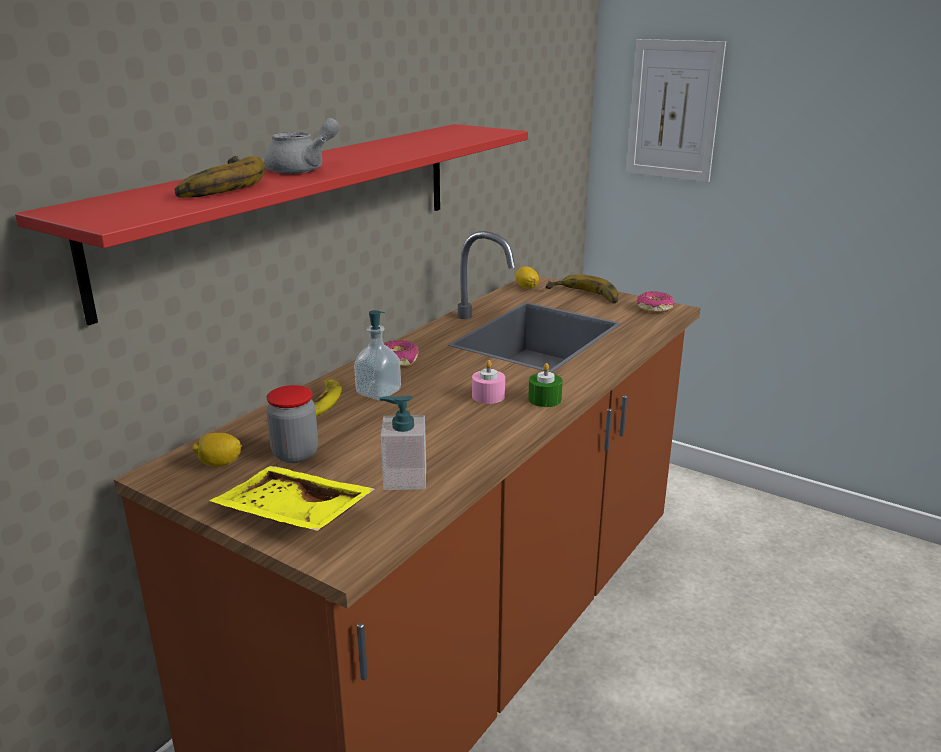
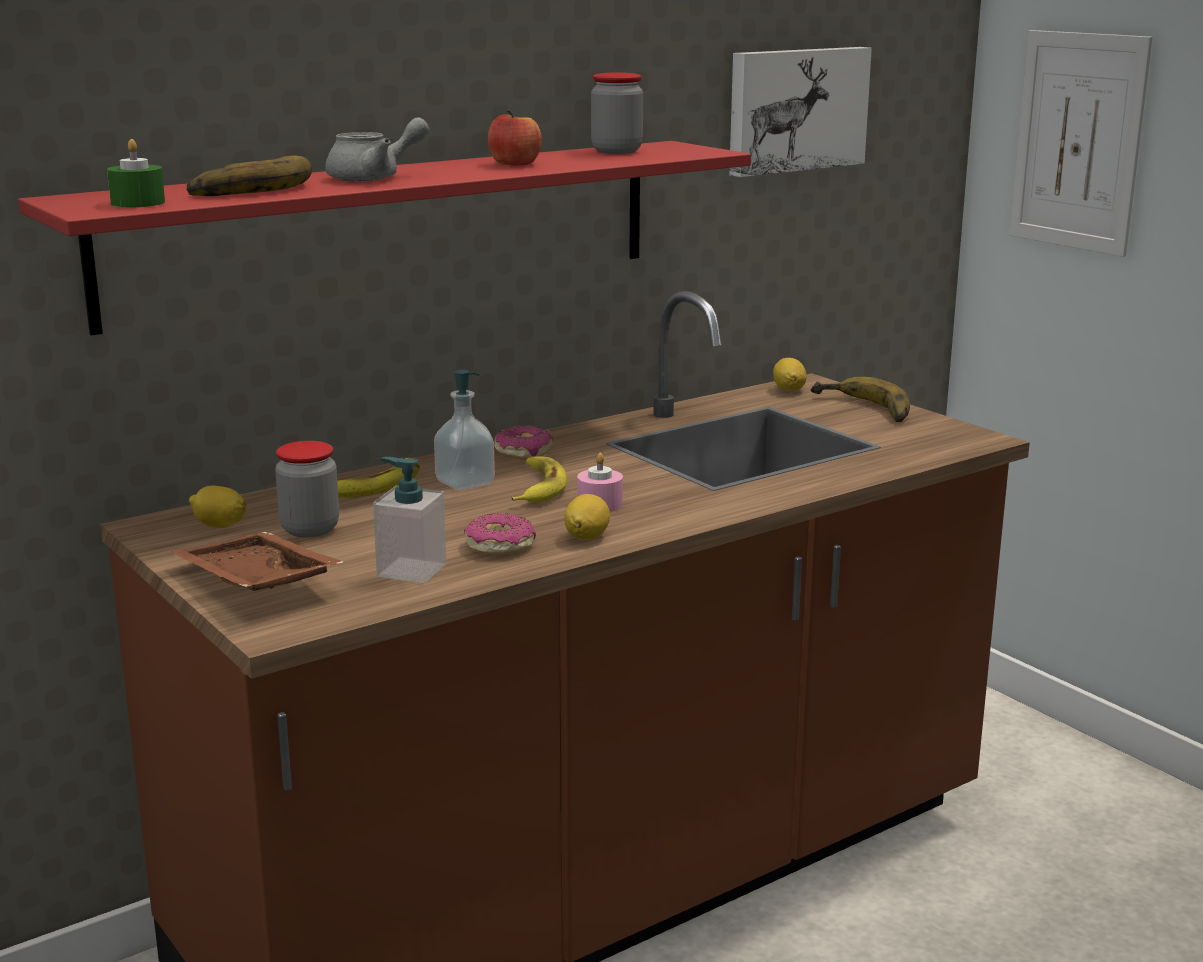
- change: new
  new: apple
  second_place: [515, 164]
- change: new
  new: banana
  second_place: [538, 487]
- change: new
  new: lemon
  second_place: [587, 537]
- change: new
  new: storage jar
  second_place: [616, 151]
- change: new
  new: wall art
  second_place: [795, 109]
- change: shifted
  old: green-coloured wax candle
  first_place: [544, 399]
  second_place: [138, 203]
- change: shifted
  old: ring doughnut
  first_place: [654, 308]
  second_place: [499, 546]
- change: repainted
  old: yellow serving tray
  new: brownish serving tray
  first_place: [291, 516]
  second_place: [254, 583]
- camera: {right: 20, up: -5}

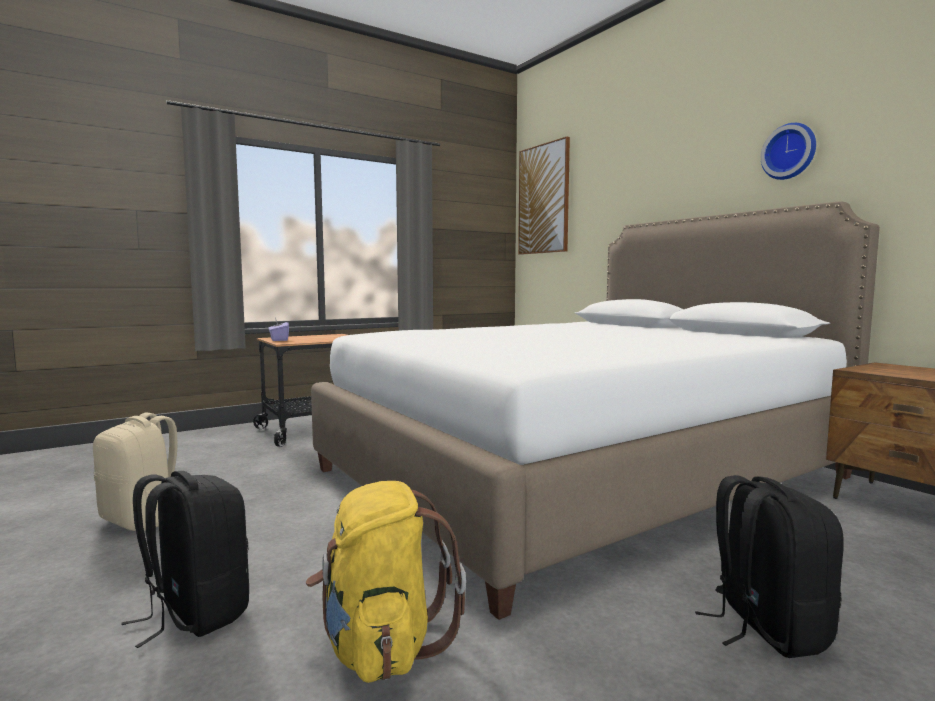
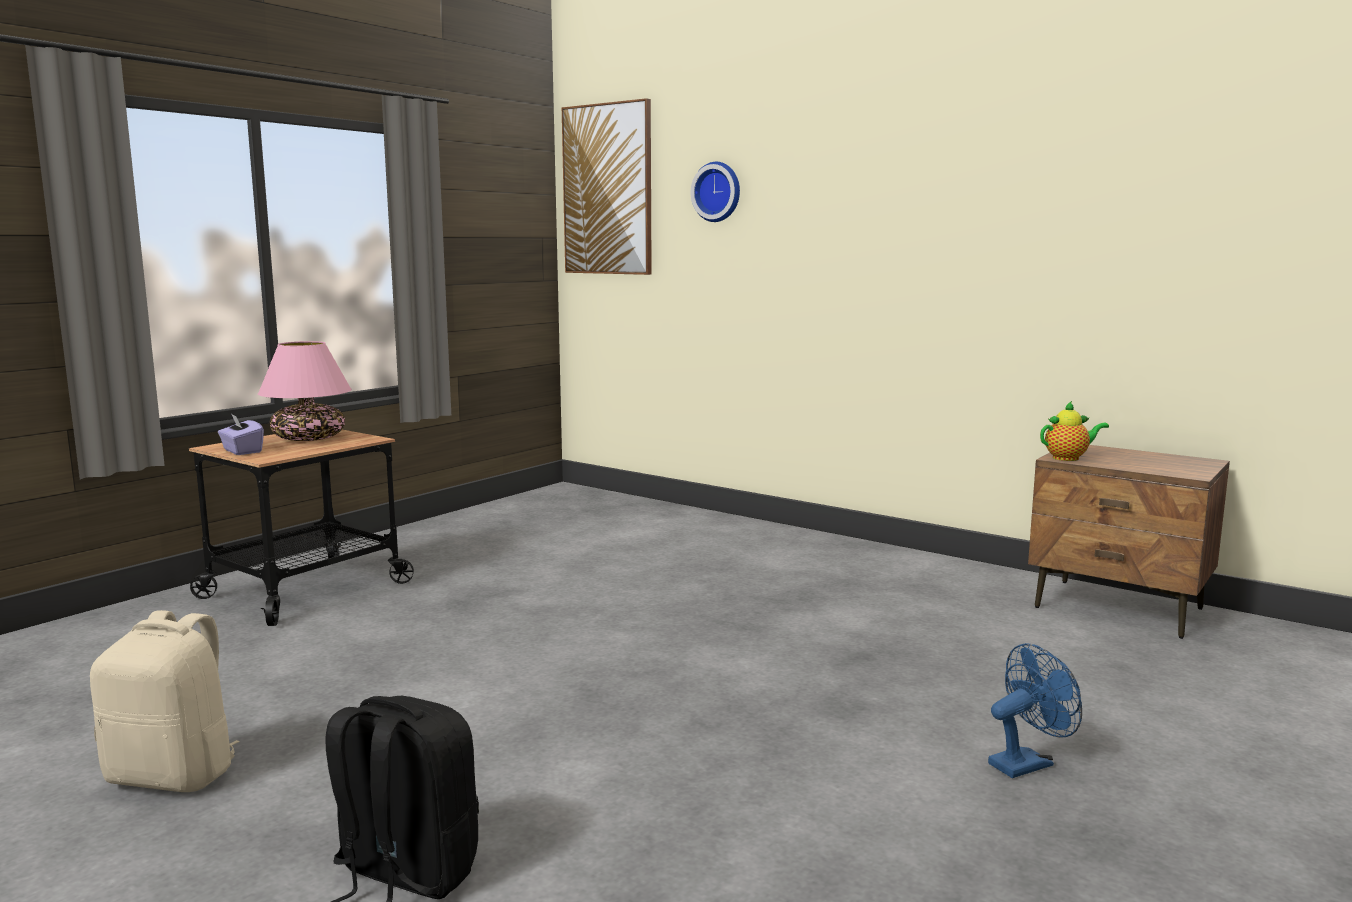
- change: gone
  old: yellow rucksack
  first_place: [381, 646]
- change: gone
  old: whitish bedroom bed
  first_place: [580, 473]
- change: new
  new: pink tabletop lamp
  second_place: [308, 438]
- change: new
  new: teapot
  second_place: [1068, 458]
- change: shifted
  old: hanging clock
  first_place: [790, 152]
  second_place: [718, 192]
- change: swapped
  old: black rucksack
  new: blue-coloured electric fan
  first_place: [765, 628]
  second_place: [1027, 763]
- camera: {right: -20, up: 5}

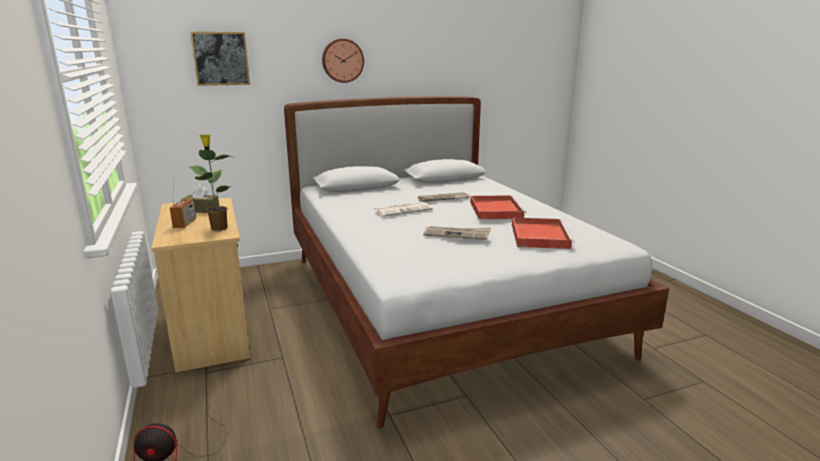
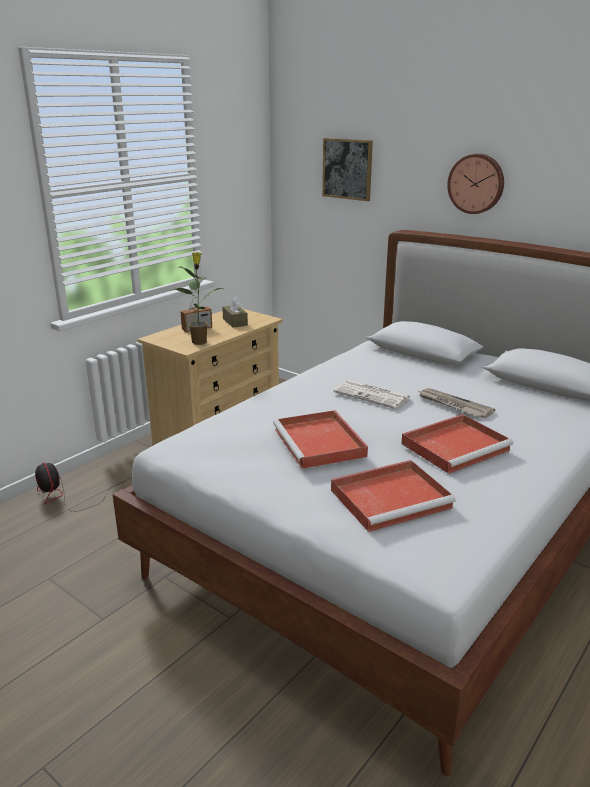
- change: swapped
  old: newspaper
  new: red serving tray
  first_place: [457, 234]
  second_place: [320, 443]
- camera: {right: 60, up: 5}

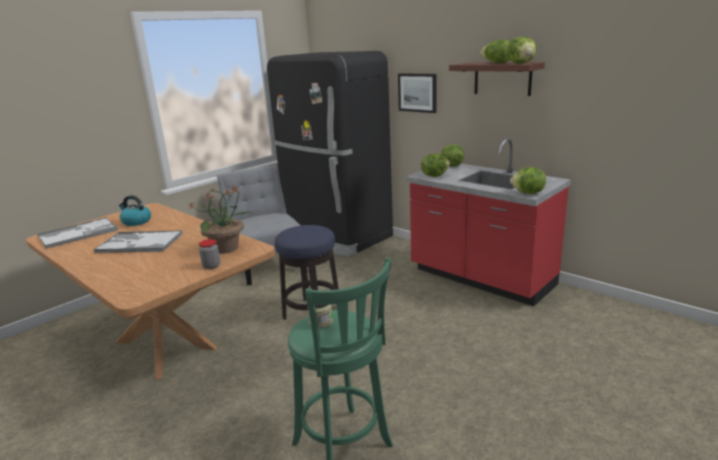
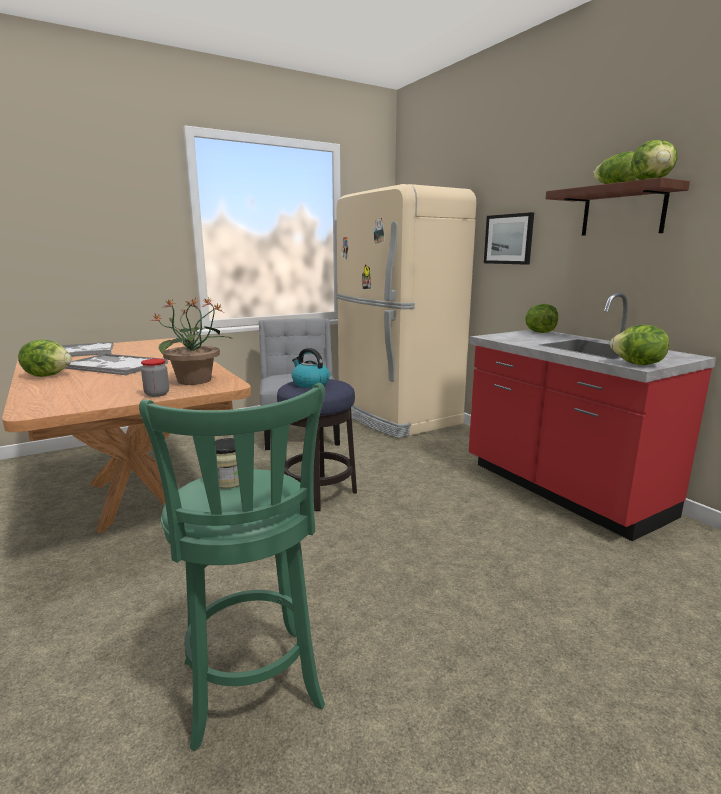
- change: shifted
  old: water kettle
  first_place: [136, 222]
  second_place: [310, 383]
- change: shifted
  old: lettuce head
  first_place: [434, 176]
  second_place: [48, 375]
- change: repainted
  old: black fridge
  new: sand-coloured fridge
  first_place: [336, 236]
  second_place: [394, 415]
- camera: {right: 15, up: -5}

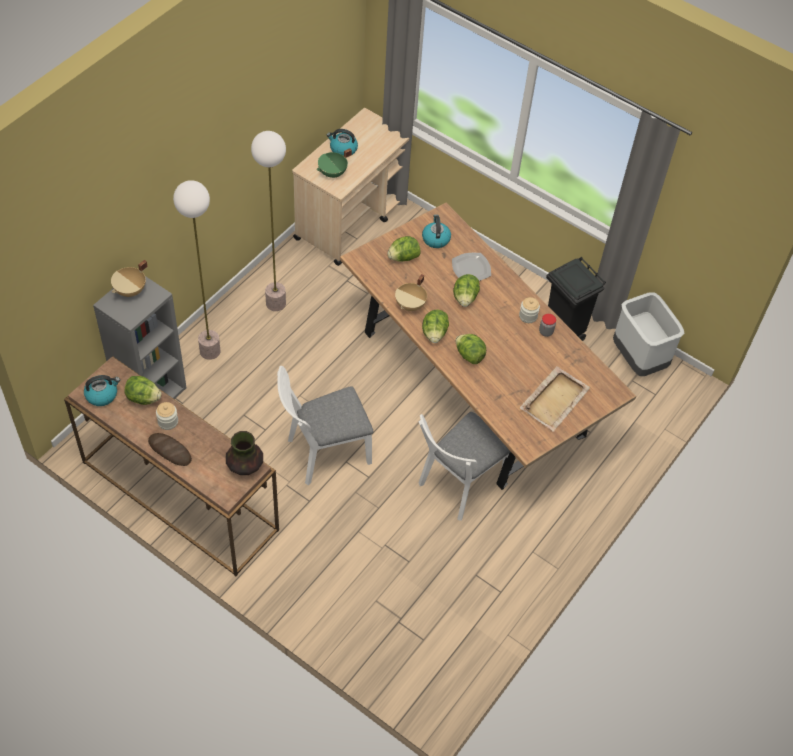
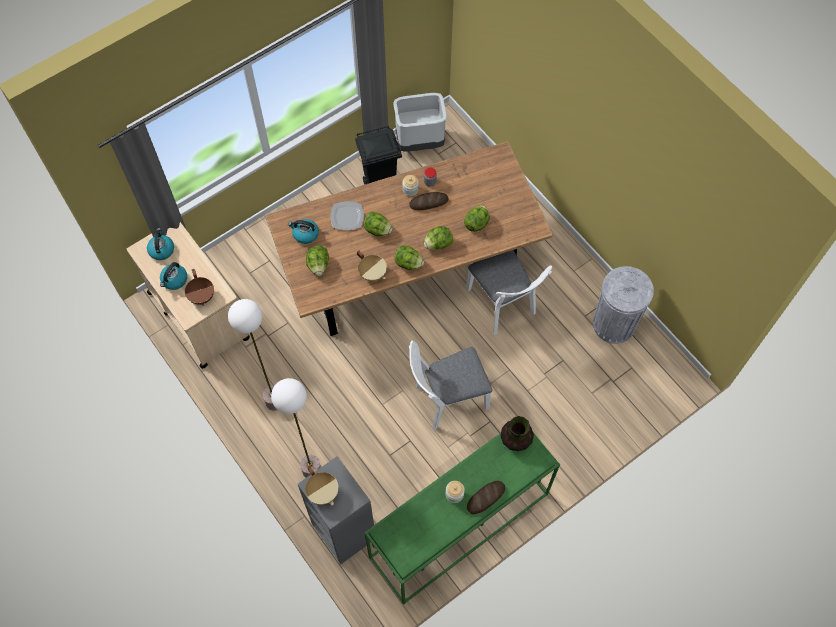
- change: gone
  old: sand-coloured serving tray
  first_place: [555, 399]
- change: new
  new: bakery bread
  second_place: [428, 202]
- change: new
  new: gray rubbish bin
  second_place: [614, 324]
- change: shifted
  old: water kettle
  first_place: [102, 395]
  second_place: [161, 250]
- change: shifted
  old: lettuce head
  first_place: [143, 398]
  second_place: [477, 223]
- change: repainted
  old: brownish narrow table
  new: green-coloured narrow table
  first_place: [177, 496]
  second_place: [459, 527]
- change: repainted
  old: green-coloured cooking pot
  new: brownish cooking pot
  first_place: [333, 173]
  second_place: [202, 296]
- change: rotated
  old: whitish plain chair
  first_place: [323, 453]
  second_place: [446, 399]
  degrees: 75
- camera: {right: -70, up: 10}

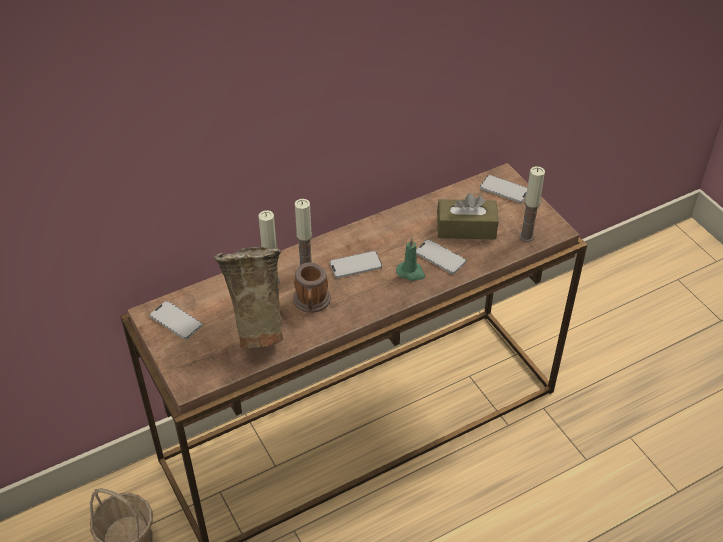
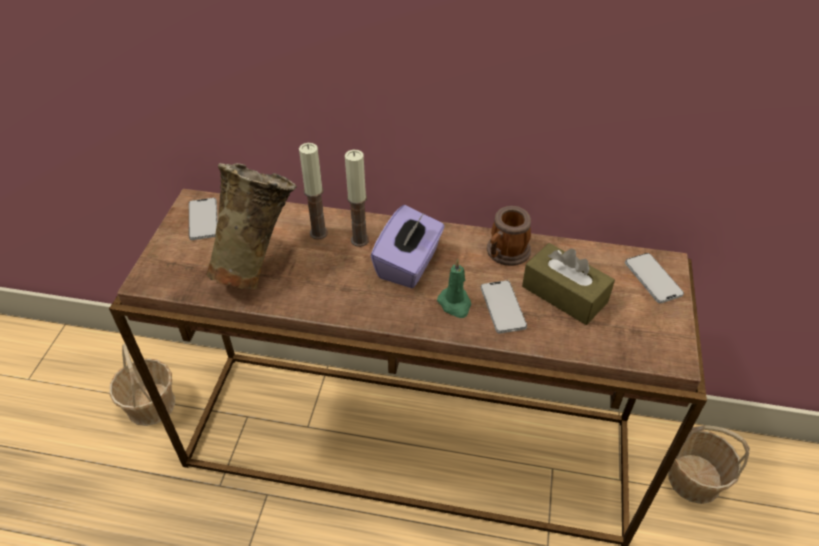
- change: gone
  old: wax candle
  first_place: [526, 236]
- change: new
  new: storage basket
  second_place: [694, 478]
- change: shifted
  old: coffee mug
  first_place: [311, 302]
  second_place: [505, 254]
- change: swapped
  old: telephone
  new: purple tissue holder
  first_place: [355, 265]
  second_place: [409, 264]
- camera: {right: 40, up: 0}

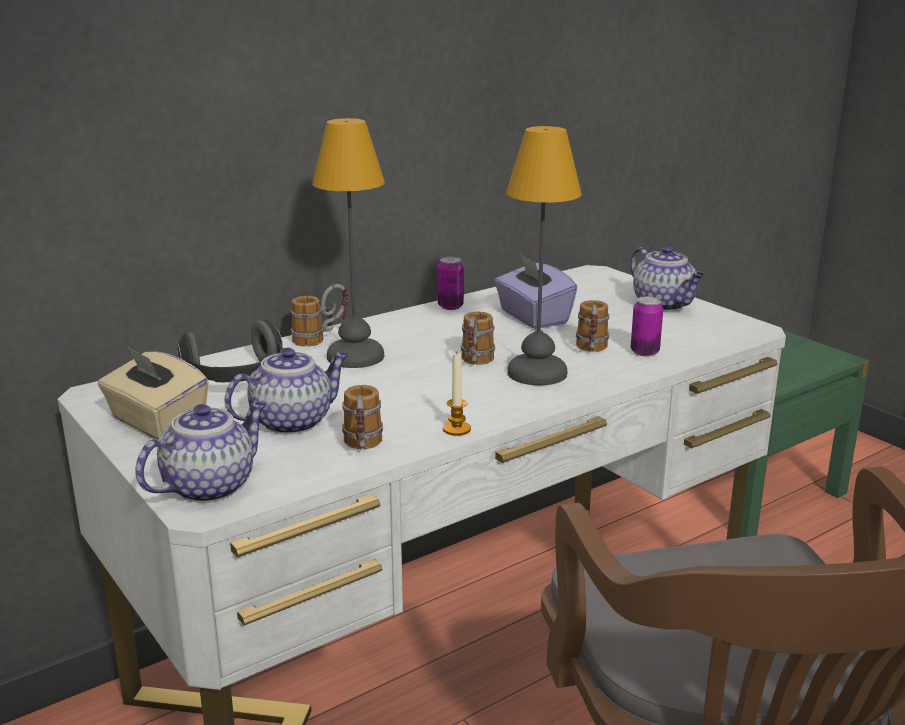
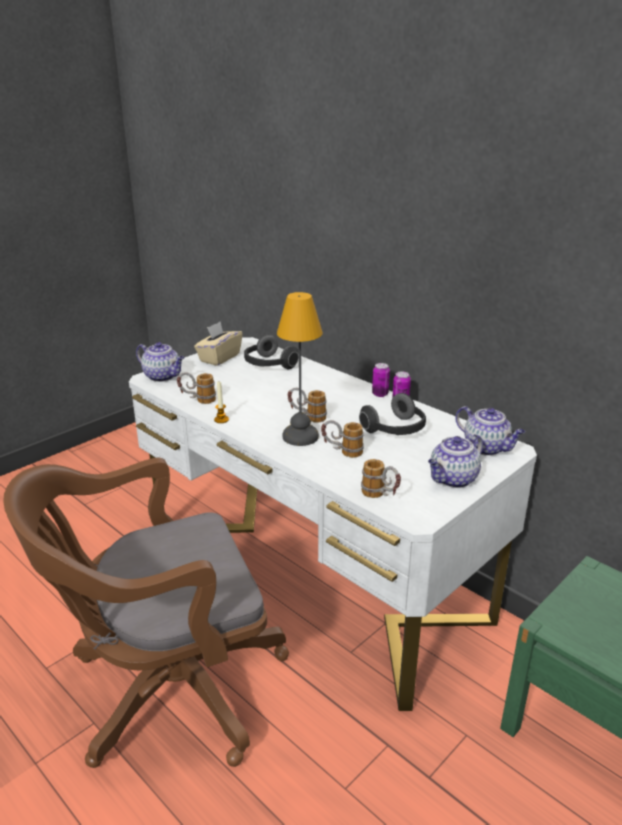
- change: gone
  old: tabletop lamp
  first_place: [356, 356]
- change: shifted
  old: teapot
  first_place: [292, 421]
  second_place: [487, 448]
- change: shifted
  old: coffee mug
  first_place: [321, 338]
  second_place: [380, 496]
- change: shifted
  old: can
  first_place: [644, 352]
  second_place: [380, 394]
- change: swapped
  old: purple tissue holder
  new: pair of headphones
  first_place: [533, 317]
  second_place: [395, 430]
- camera: {right: 80, up: 5}

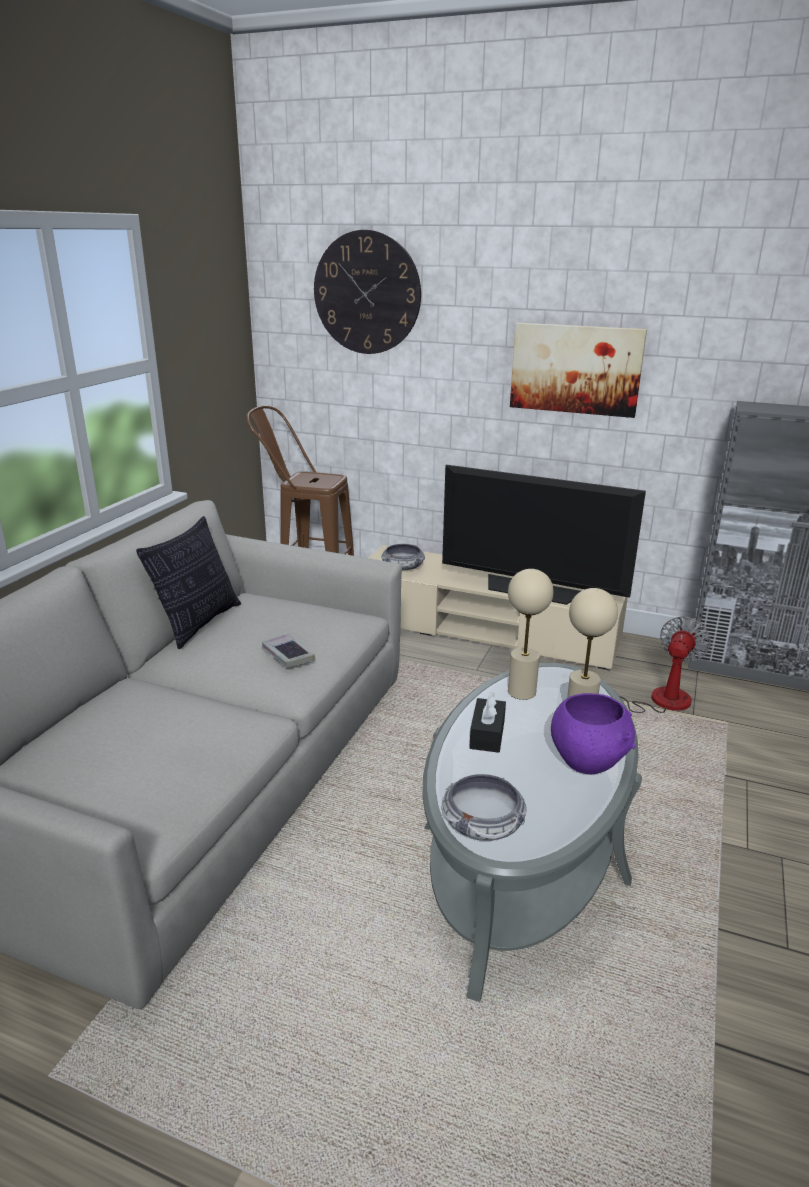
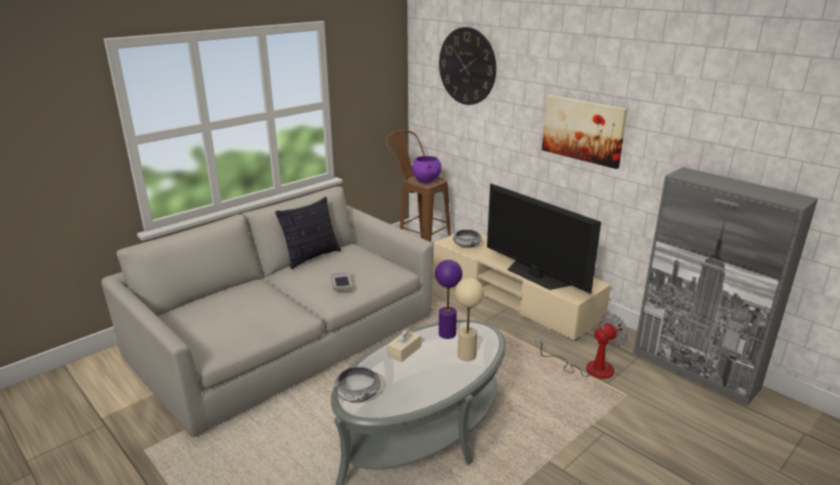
- change: shifted
  old: purple bowl
  first_place: [587, 761]
  second_place: [426, 180]
- change: repainted
  old: black tissue holder
  new: sand-coloured tissue holder
  first_place: [487, 734]
  second_place: [404, 351]
- change: repainted
  old: sand-coloured tabletop lamp
  new: purple tabletop lamp
  first_place: [522, 692]
  second_place: [447, 334]
- camera: {right: 25, up: 0}

